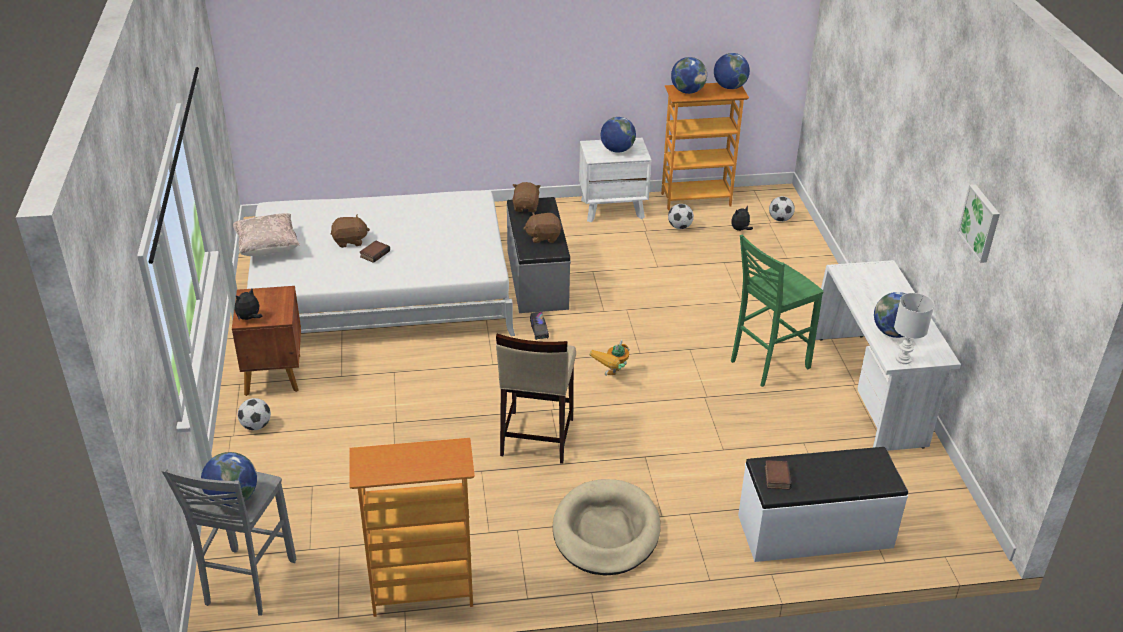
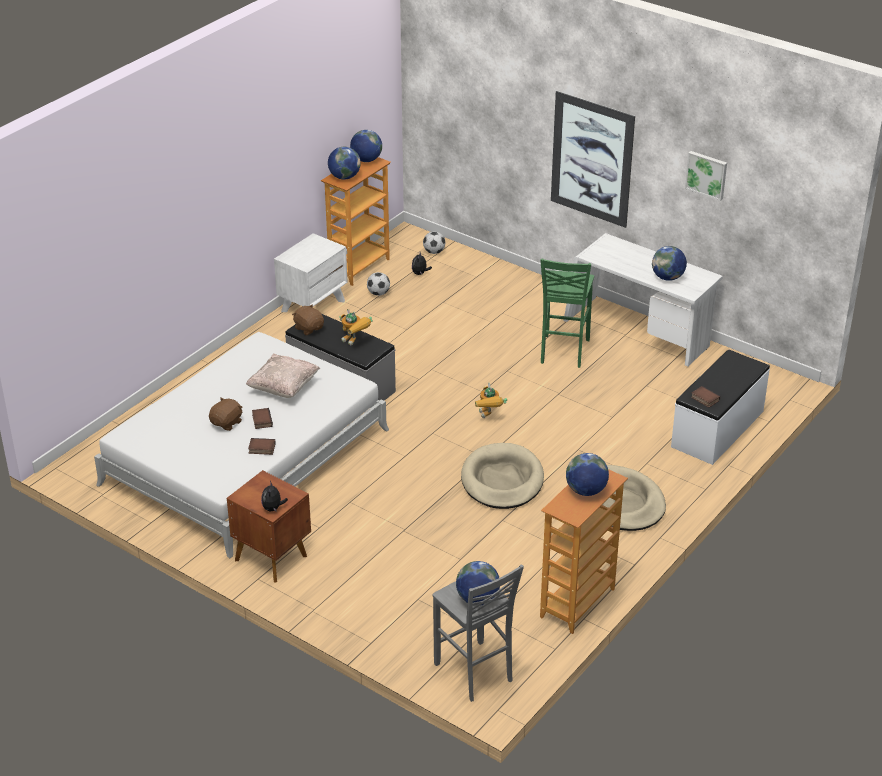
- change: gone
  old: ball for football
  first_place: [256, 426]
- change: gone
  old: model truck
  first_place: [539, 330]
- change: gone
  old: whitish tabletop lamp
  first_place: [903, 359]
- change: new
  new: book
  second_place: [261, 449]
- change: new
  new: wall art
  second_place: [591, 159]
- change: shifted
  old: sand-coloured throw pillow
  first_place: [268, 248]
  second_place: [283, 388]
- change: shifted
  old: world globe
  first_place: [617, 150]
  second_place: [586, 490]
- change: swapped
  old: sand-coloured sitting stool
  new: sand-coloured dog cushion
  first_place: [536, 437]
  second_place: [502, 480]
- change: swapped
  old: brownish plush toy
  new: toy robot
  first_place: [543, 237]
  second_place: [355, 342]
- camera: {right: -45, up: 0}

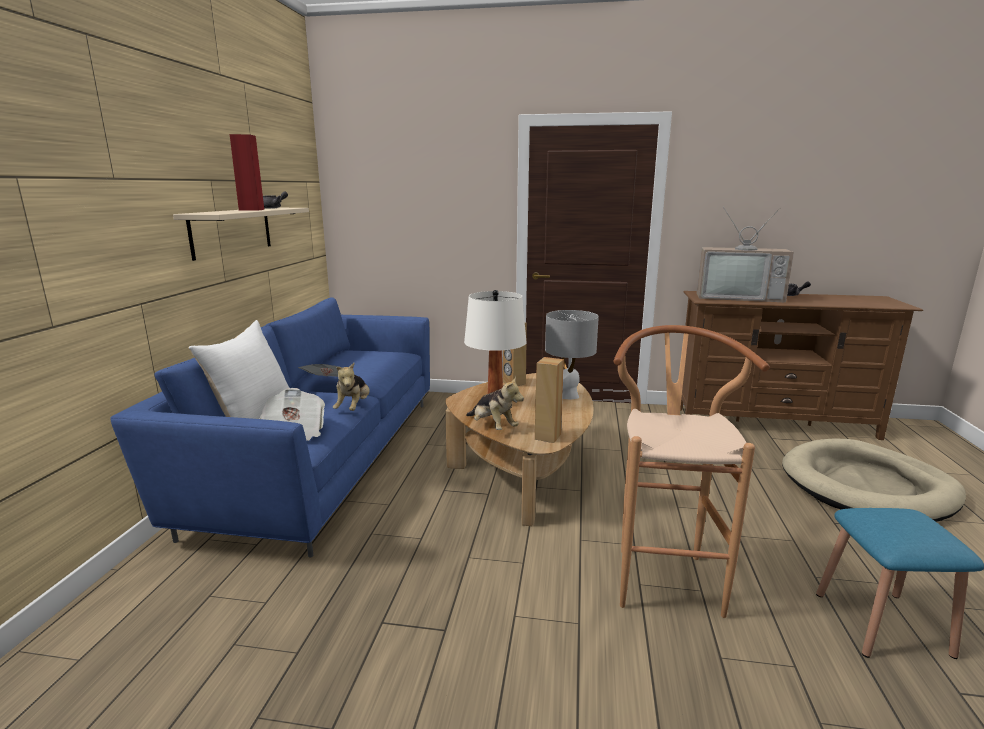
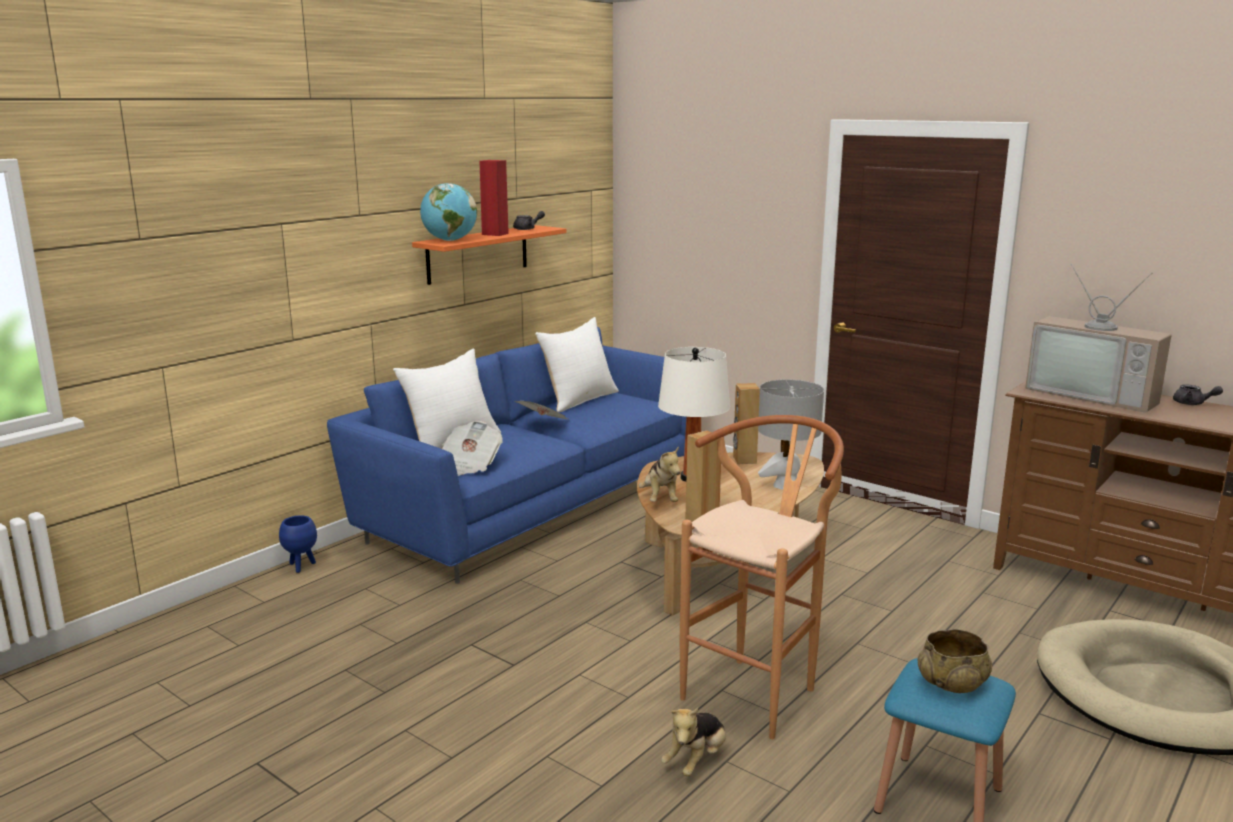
- change: new
  new: blue-coloured plant pot
  second_place: [301, 566]
- change: new
  new: world globe
  second_place: [449, 240]
- change: new
  new: whitish throw pillow
  second_place: [579, 400]
- change: new
  new: sand-coloured bowl
  second_place: [952, 683]
- change: shifted
  old: plush toy
  first_place: [353, 408]
  second_place: [696, 760]
- change: repainted
  old: sand-coloured wall shelf
  new: orangey wall shelf
  first_place: [232, 231]
  second_place: [478, 254]
- camera: {right: 30, up: 0}

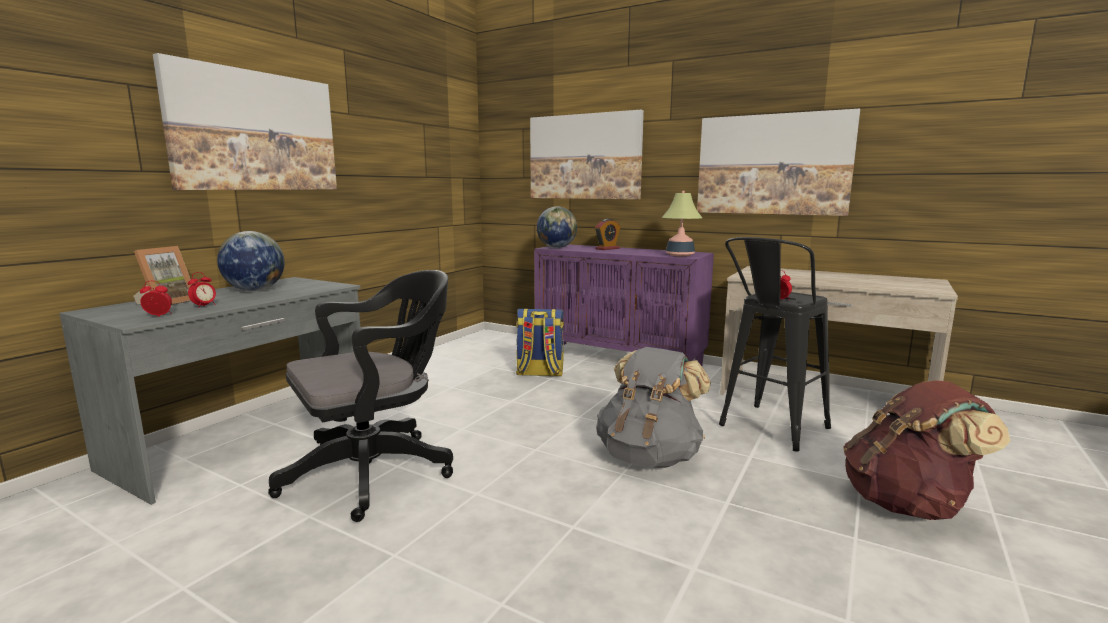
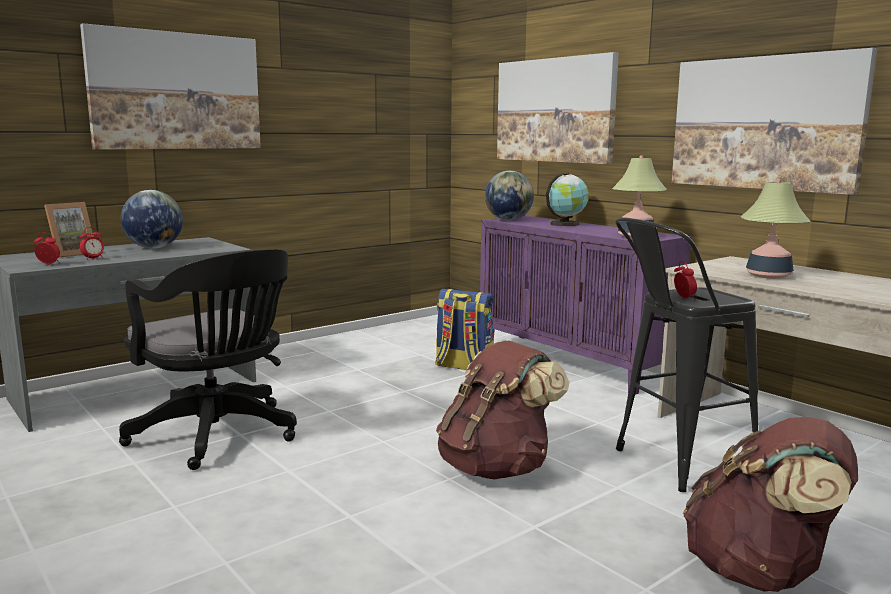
- change: new
  new: tabletop lamp
  second_place: [769, 275]
- change: swapped
  old: alarm clock
  new: world globe
  first_place: [607, 248]
  second_place: [565, 224]
- change: repainted
  old: gray rucksack
  new: brownish rucksack
  first_place: [649, 456]
  second_place: [496, 468]
- change: rotated
  old: black desk chair
  first_place: [376, 471]
  second_place: [219, 436]
  degrees: 60
- camera: {right: 20, up: 0}

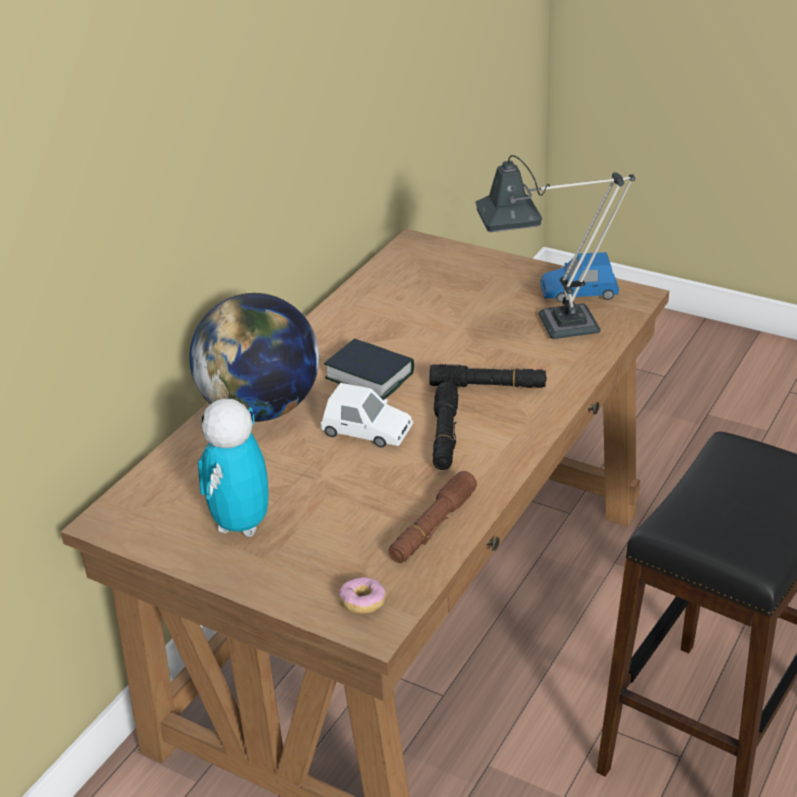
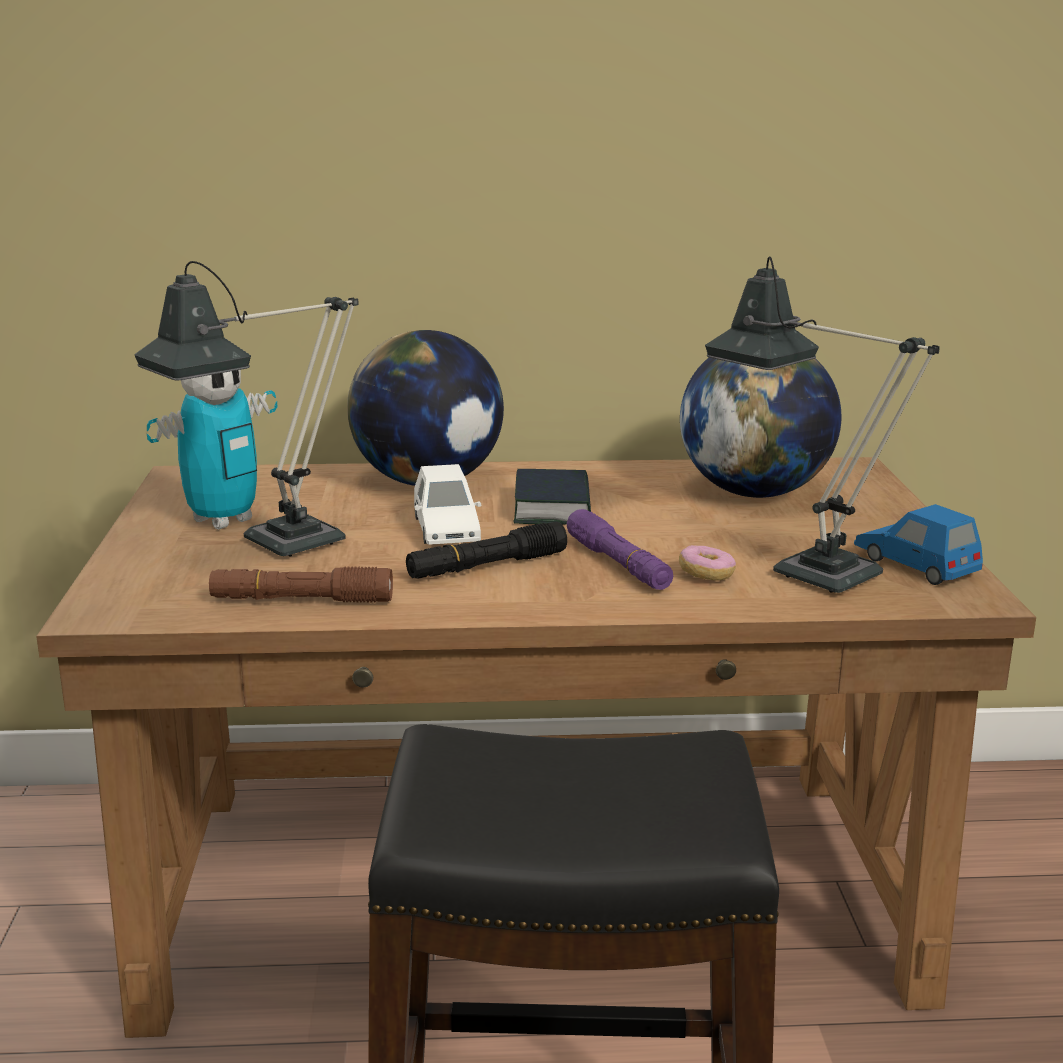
- change: new
  new: tabletop lamp
  second_place: [274, 547]
- change: new
  new: world globe
  second_place: [754, 493]
- change: shifted
  old: ring doughnut
  first_place: [363, 603]
  second_place: [706, 575]
- change: repainted
  old: black flashlight
  new: purple flashlight
  first_place: [488, 386]
  second_place: [618, 564]
- change: rotated
  old: toy robot
  first_place: [241, 524]
  second_place: [223, 520]
  degrees: 150
- camera: {right: 55, up: -15}

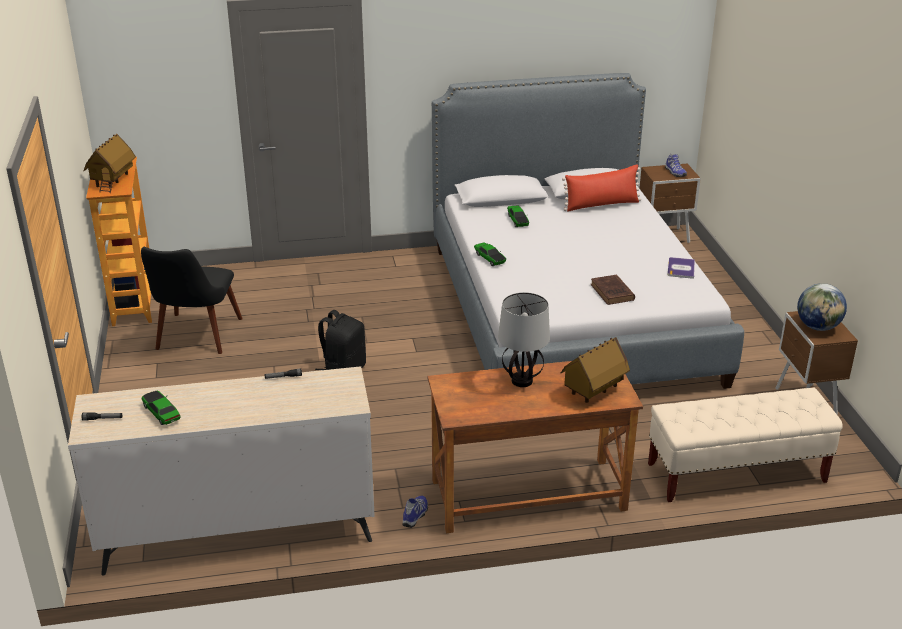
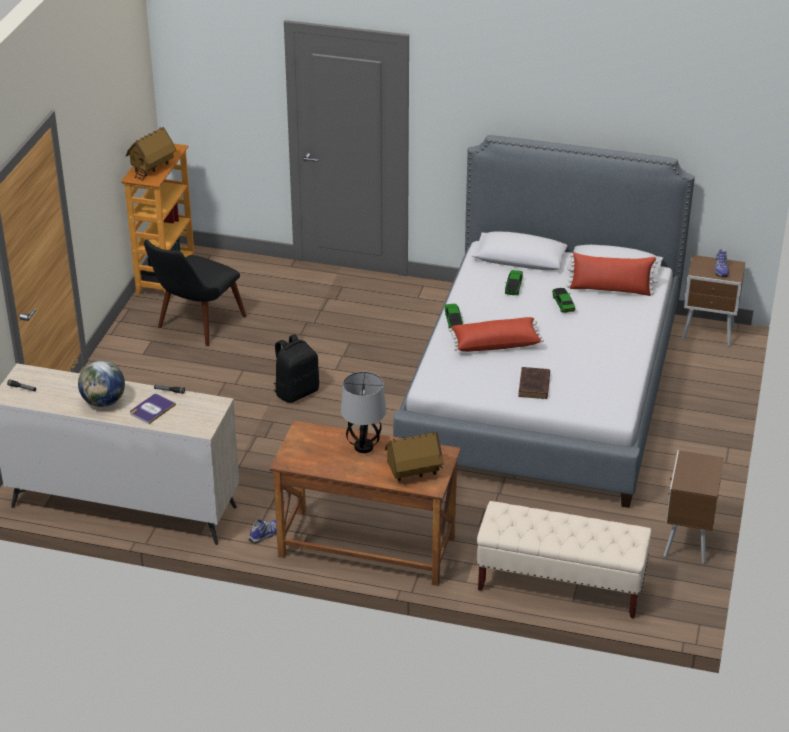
- change: new
  new: red throw pillow
  second_place: [495, 343]
- change: shifted
  old: toy car
  first_place: [162, 413]
  second_place: [563, 304]
- change: shifted
  old: book
  first_place: [681, 268]
  second_place: [152, 409]
- change: shifted
  old: world globe
  first_place: [818, 327]
  second_place: [104, 402]
- camera: {right: 25, up: 5}

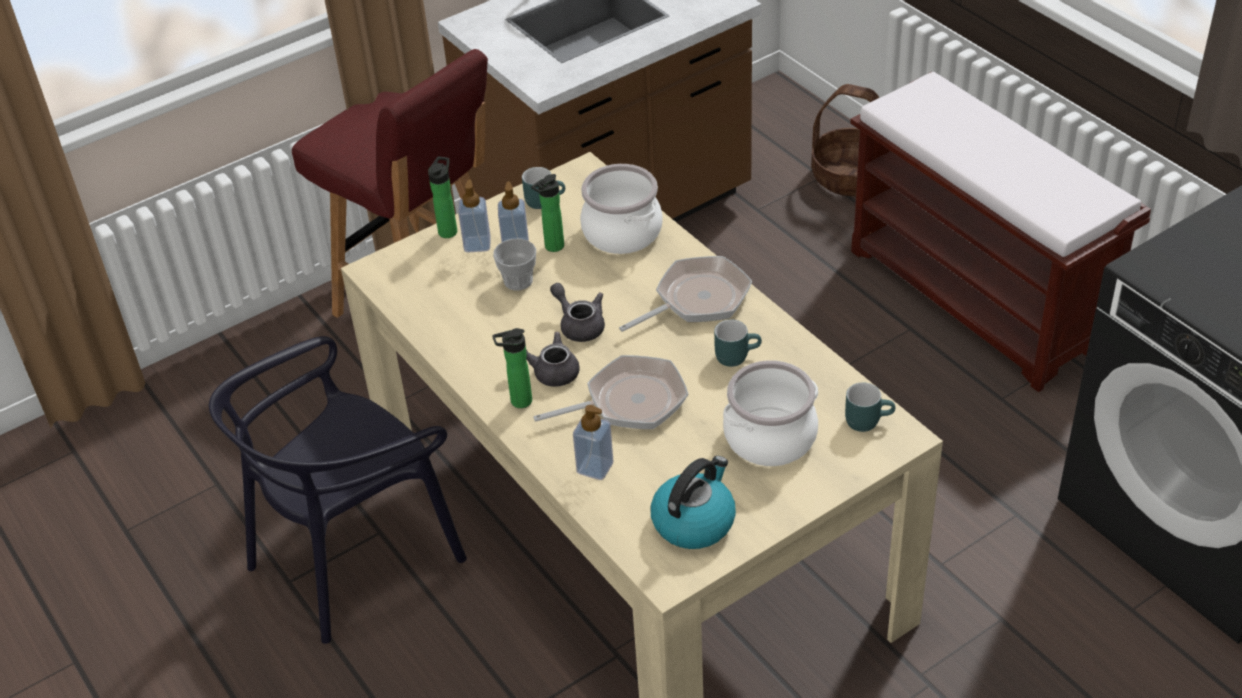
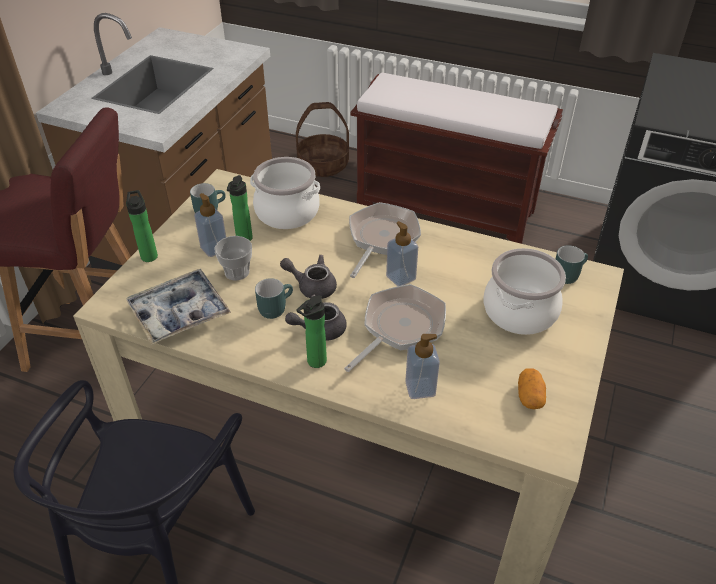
- change: new
  new: serving tray
  second_place: [179, 313]
- change: shifted
  old: liquid soap bottle
  first_place: [477, 244]
  second_place: [401, 278]
- change: shifted
  old: turquoise-coloured coffee mug
  first_place: [736, 354]
  second_place: [274, 307]
- change: swapped
  old: water kettle
  new: potato
  first_place: [694, 521]
  second_place: [529, 396]
- camera: {right: -35, up: 0}

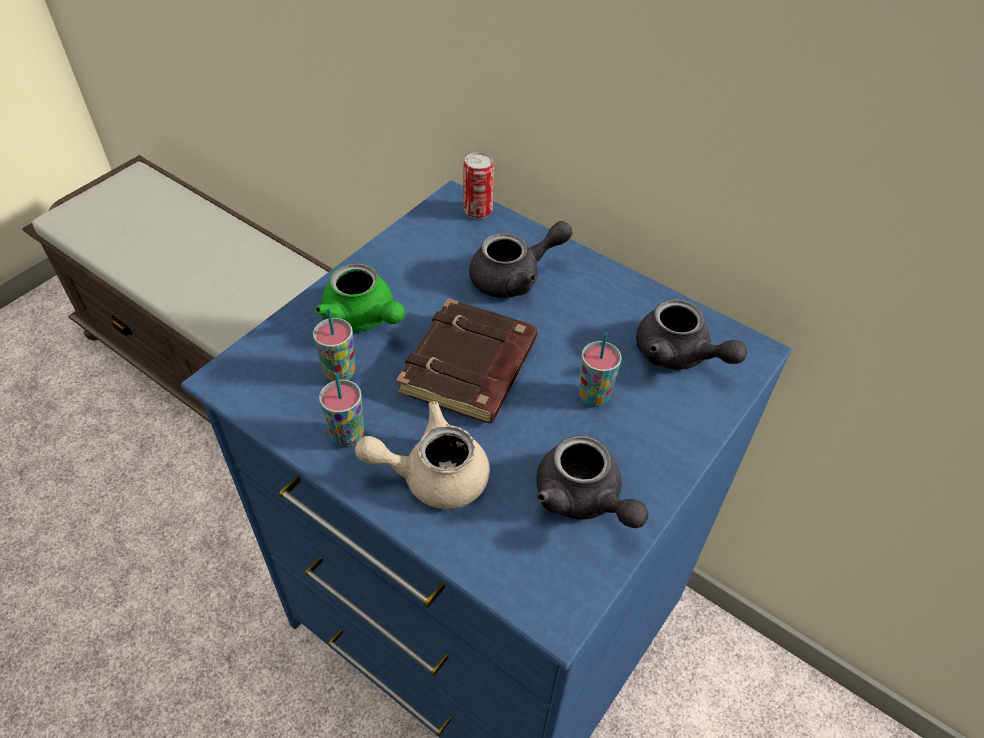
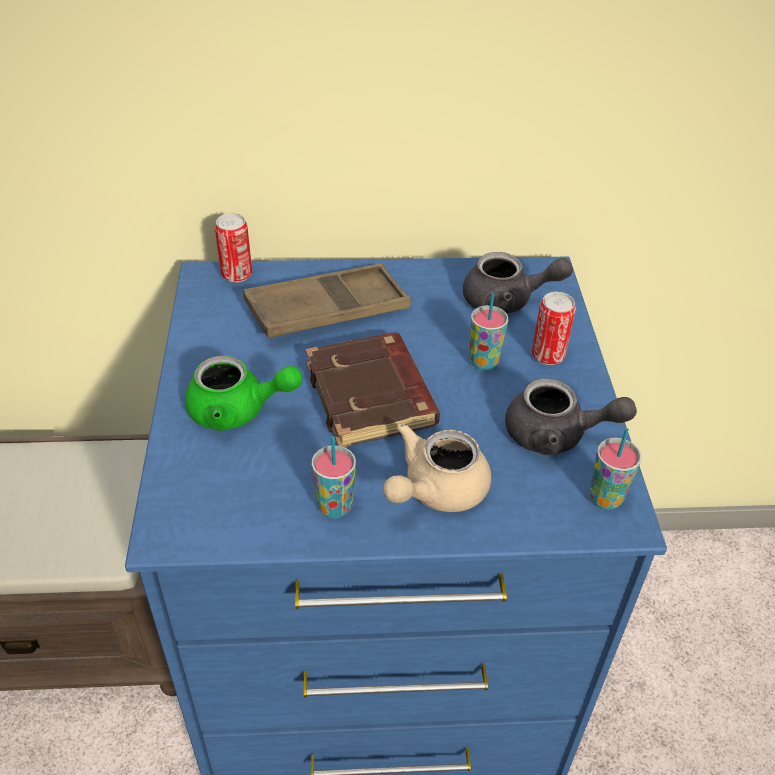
- change: new
  new: can
  second_place: [548, 355]
- change: shifted
  old: drinking cup
  first_place: [340, 373]
  second_place: [605, 498]
- change: swapped
  old: gray teapot
  new: brownish serving tray
  first_place: [515, 277]
  second_place: [328, 310]
- camera: {right: -40, up: -5}

